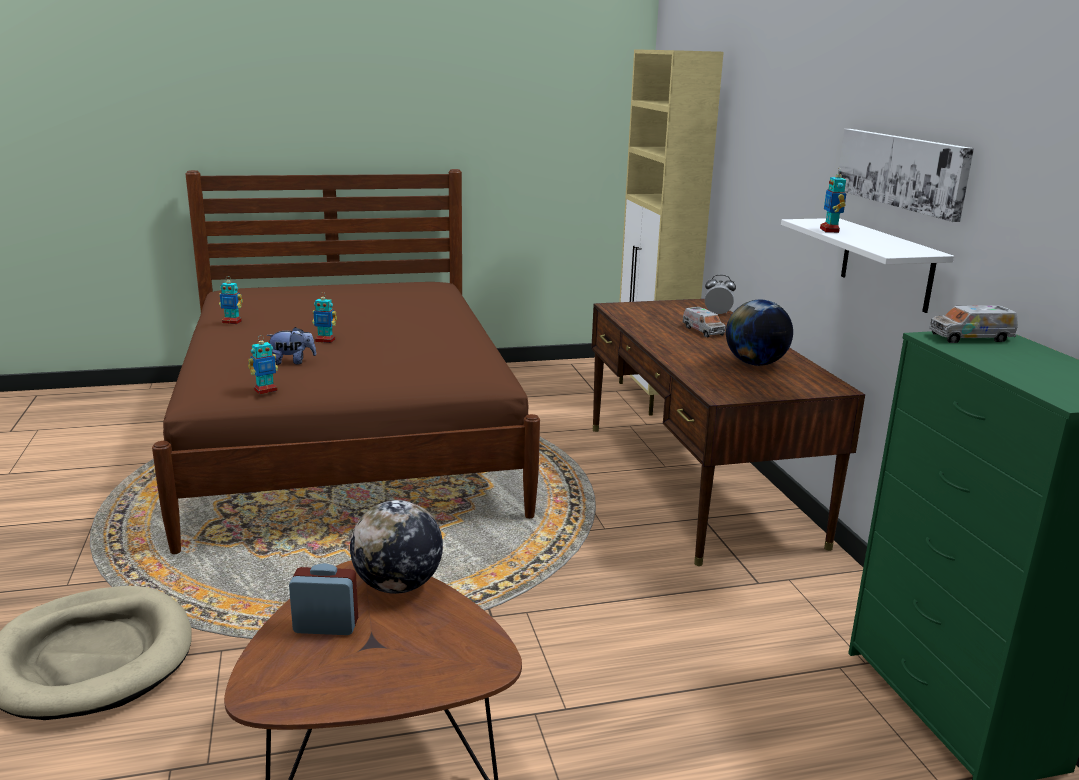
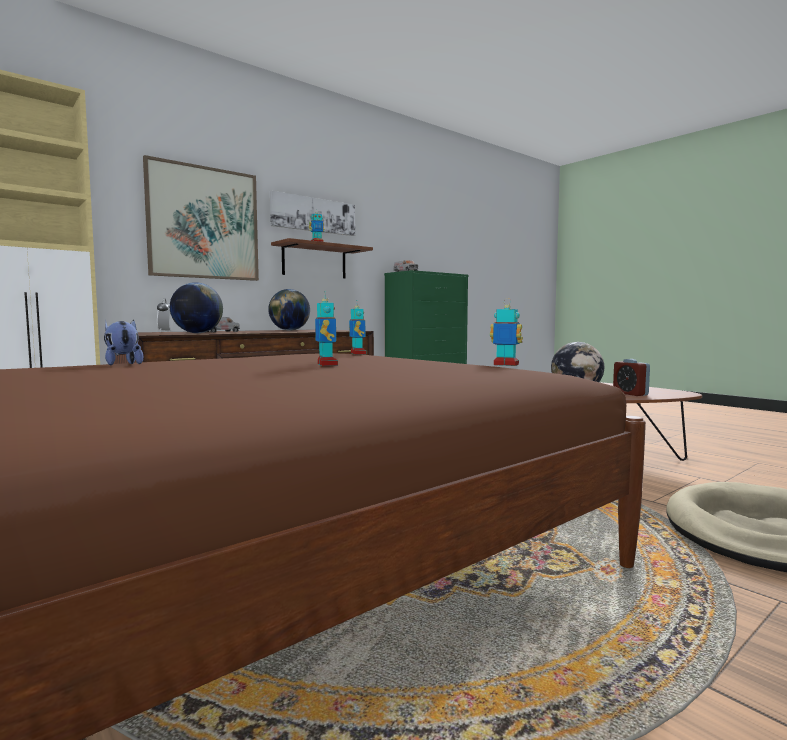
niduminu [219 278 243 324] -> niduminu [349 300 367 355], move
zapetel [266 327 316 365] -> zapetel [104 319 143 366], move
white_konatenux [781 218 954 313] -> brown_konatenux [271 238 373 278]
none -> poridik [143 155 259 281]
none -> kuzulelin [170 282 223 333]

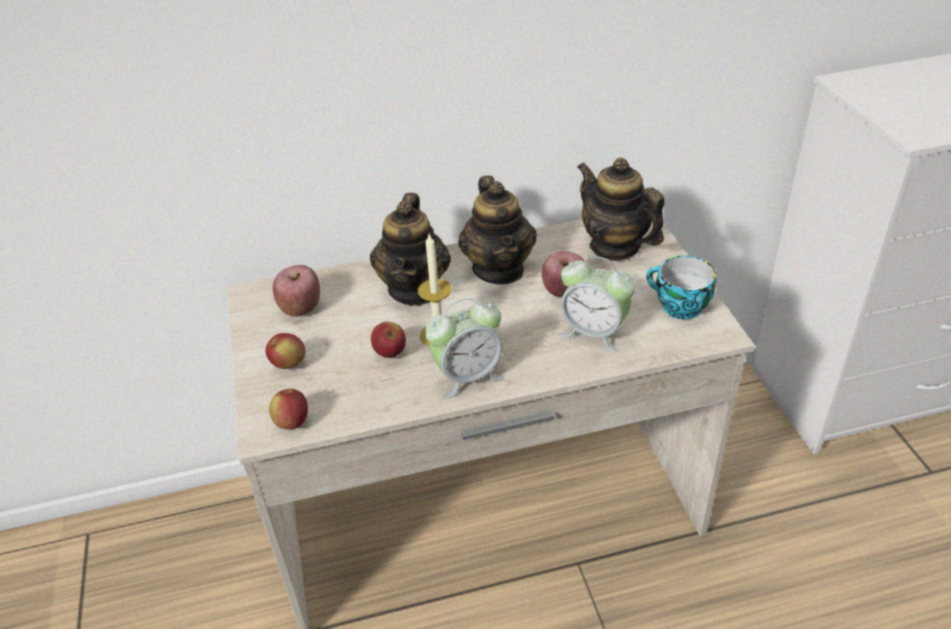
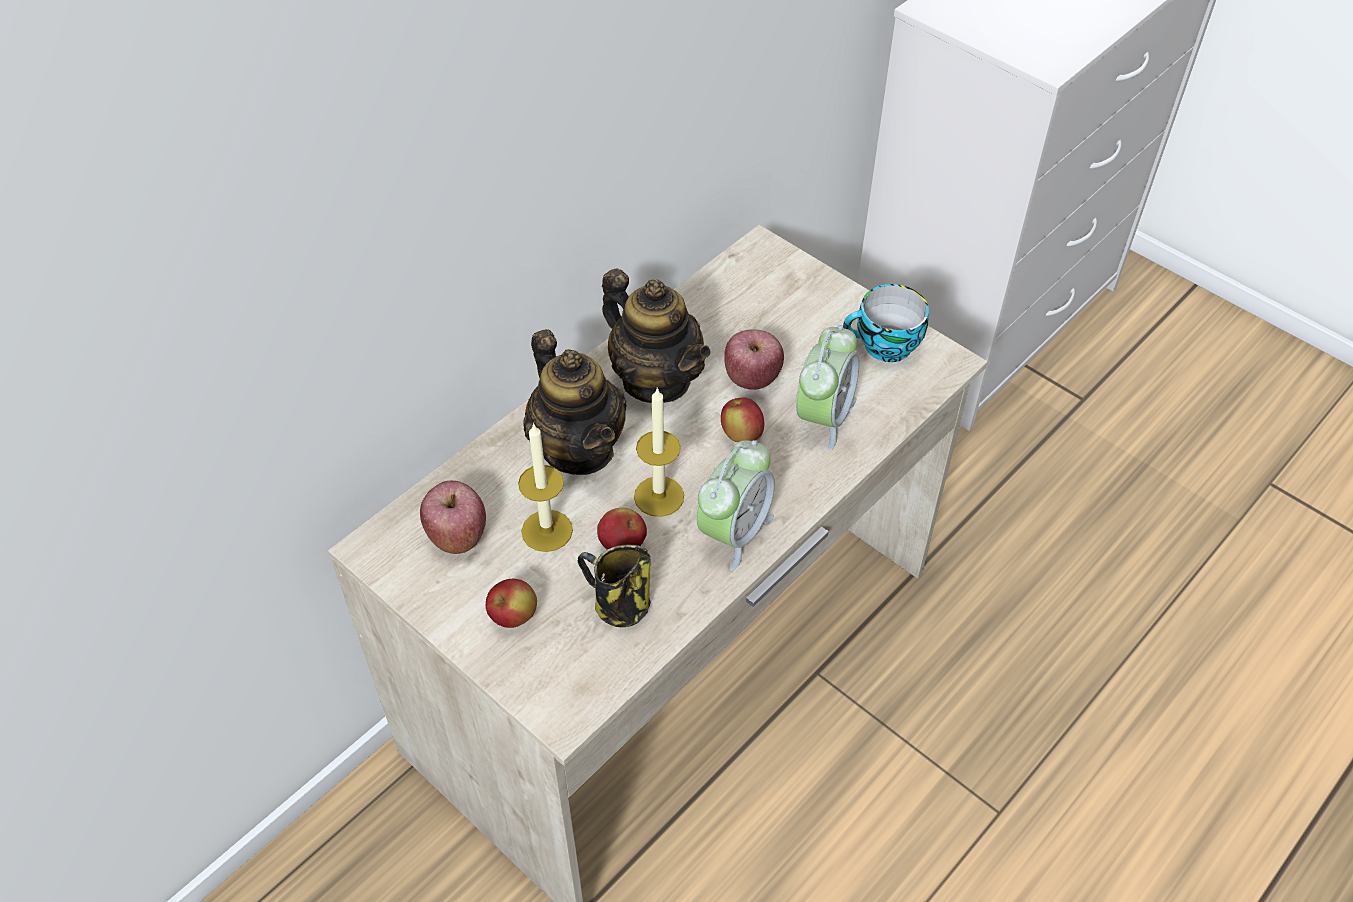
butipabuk [269 389 308 429] -> butipabuk [721 398 764 442], move
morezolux [559 256 636 352] -> morezolux [796 325 859 450], 60 degrees counterclockwise
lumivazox [577 158 664 261] -> none
none -> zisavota [518 423 573 552]
none -> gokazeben [578 545 651 628]

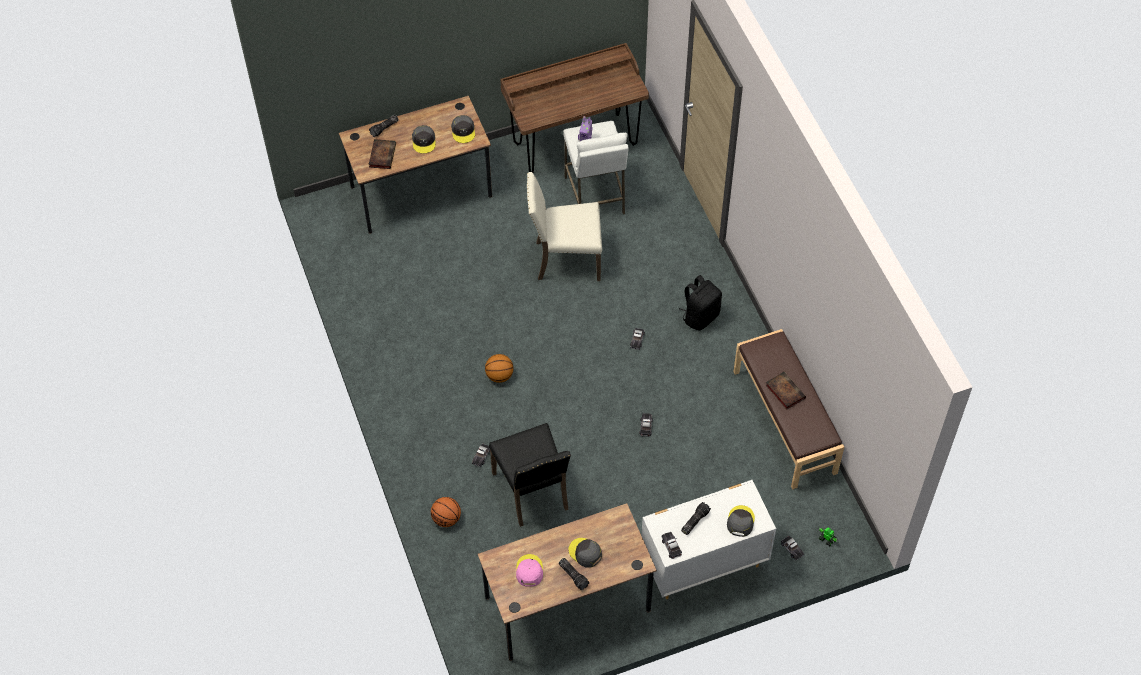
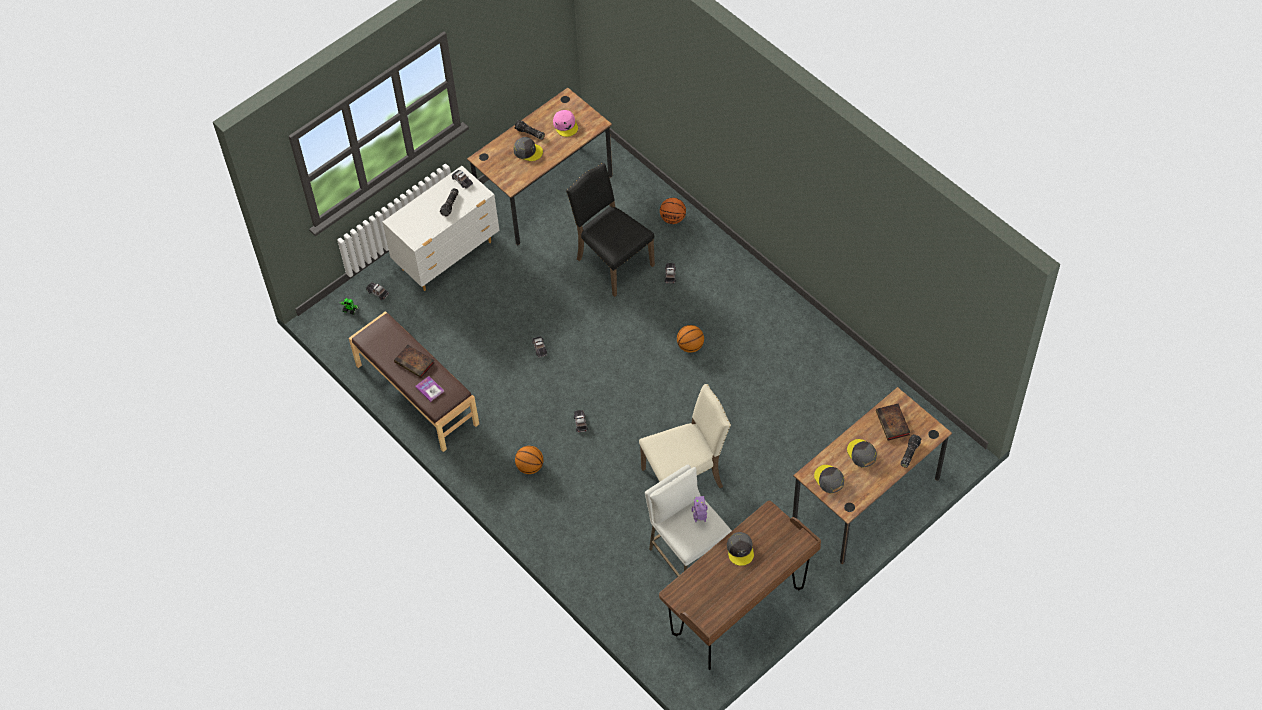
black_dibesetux [679 275 722 330] -> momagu [515 446 544 474]
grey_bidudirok [727 505 755 537] -> grey_bidudirok [727 532 754 566], move
none -> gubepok [415 376 444 402]

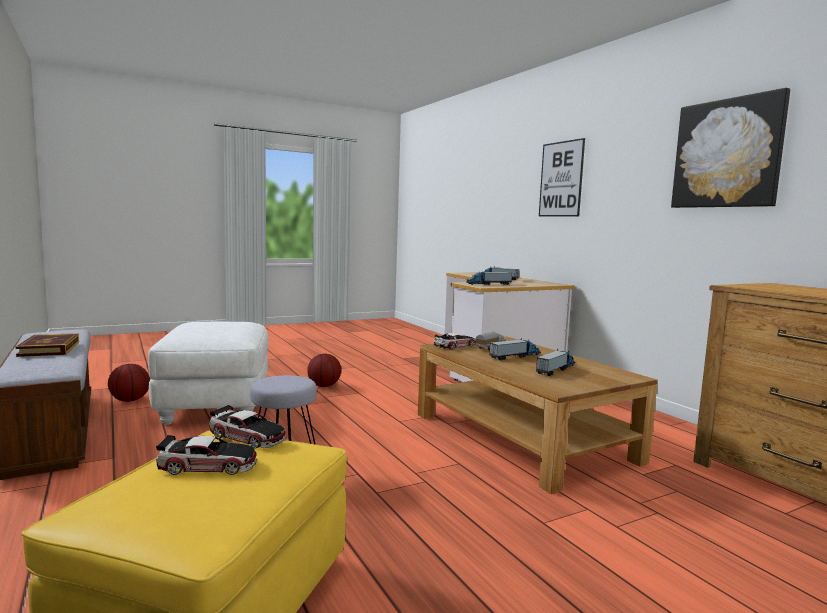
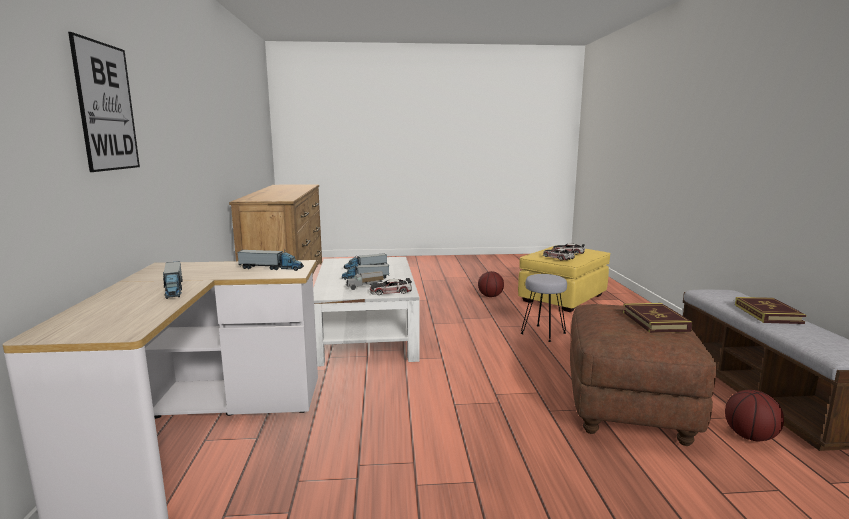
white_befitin [148 321 268 425] -> brown_befitin [570 304 717 446]
momagu [307 354 341 387] -> momagu [478 271 504 297], move
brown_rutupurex [418 337 658 494] -> white_rutupurex [313 257 420 367]
poridik [671 88 790 208] -> none
none -> gubepok [623 303 693 333]

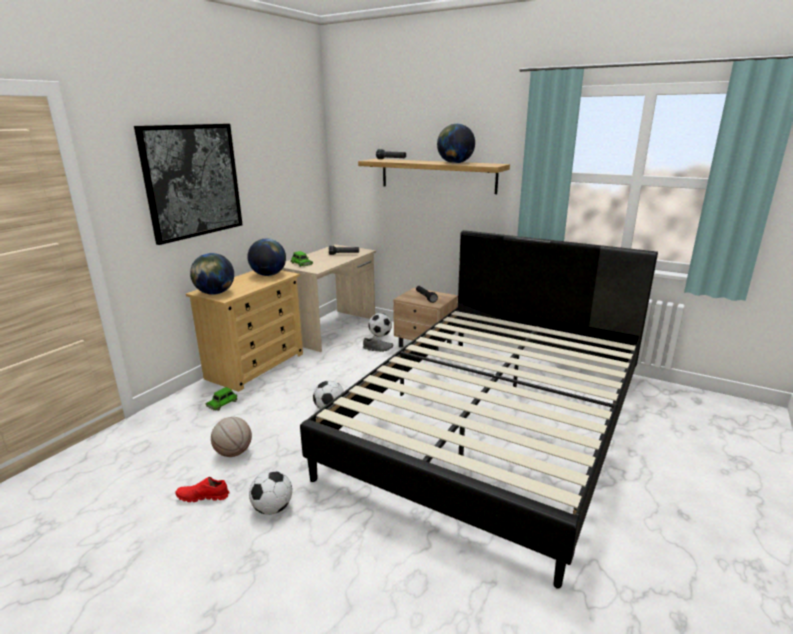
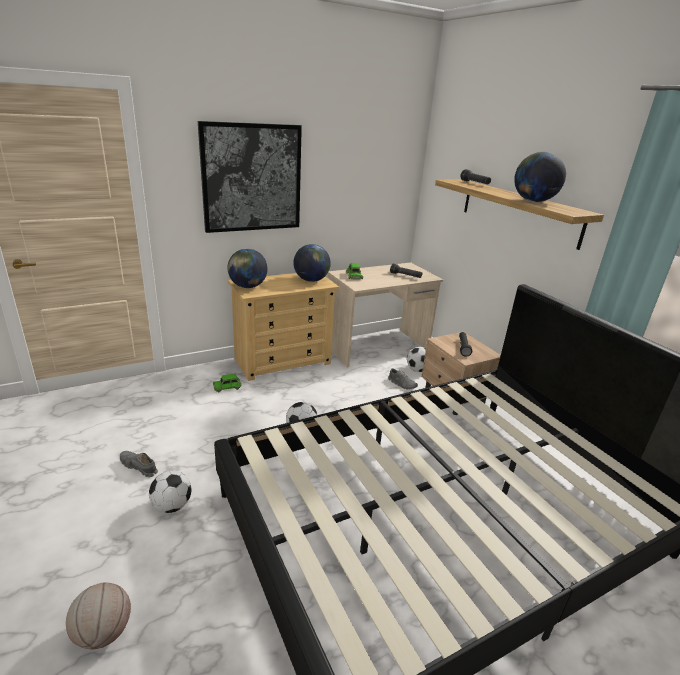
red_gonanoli [175 477 229 502] -> grey_gonanoli [120 451 158 477]
momagu [211 417 252 457] -> momagu [66 582 131 649], move

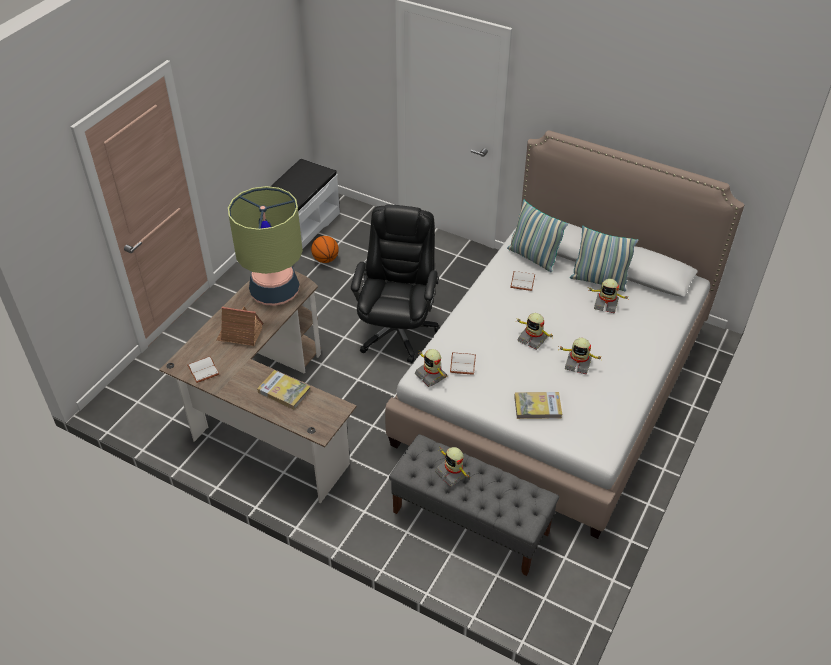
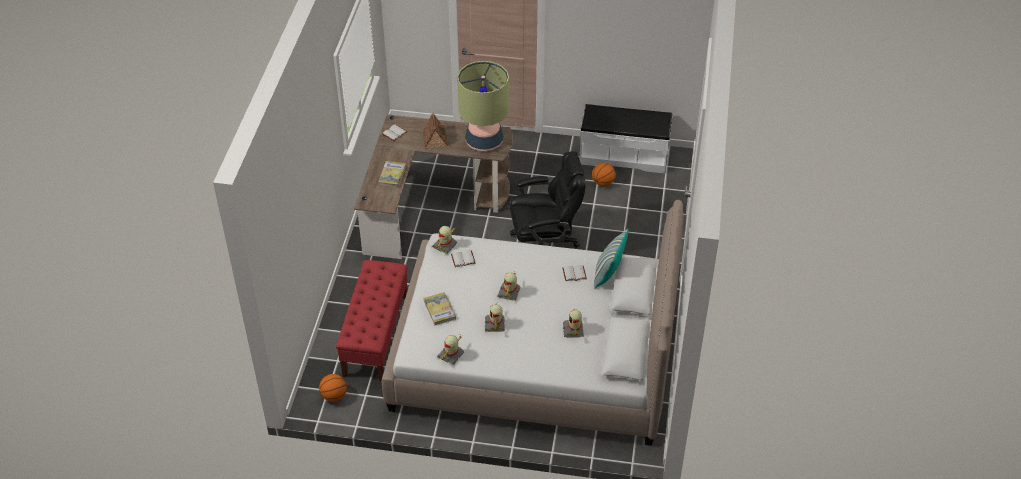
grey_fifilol [389 434 559 576] -> red_fifilol [336 260 408 382]
niduminu [435 447 471 487] -> niduminu [437 335 464 365], move
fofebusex [570 226 639 291] -> none
none -> momagu [319 374 347 402]

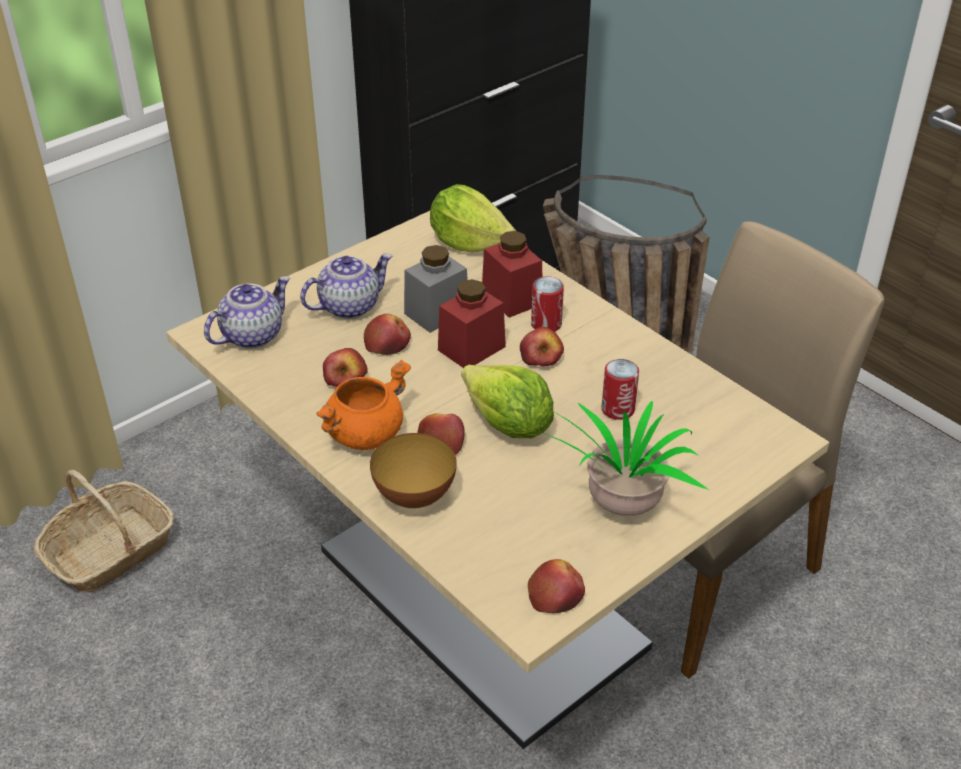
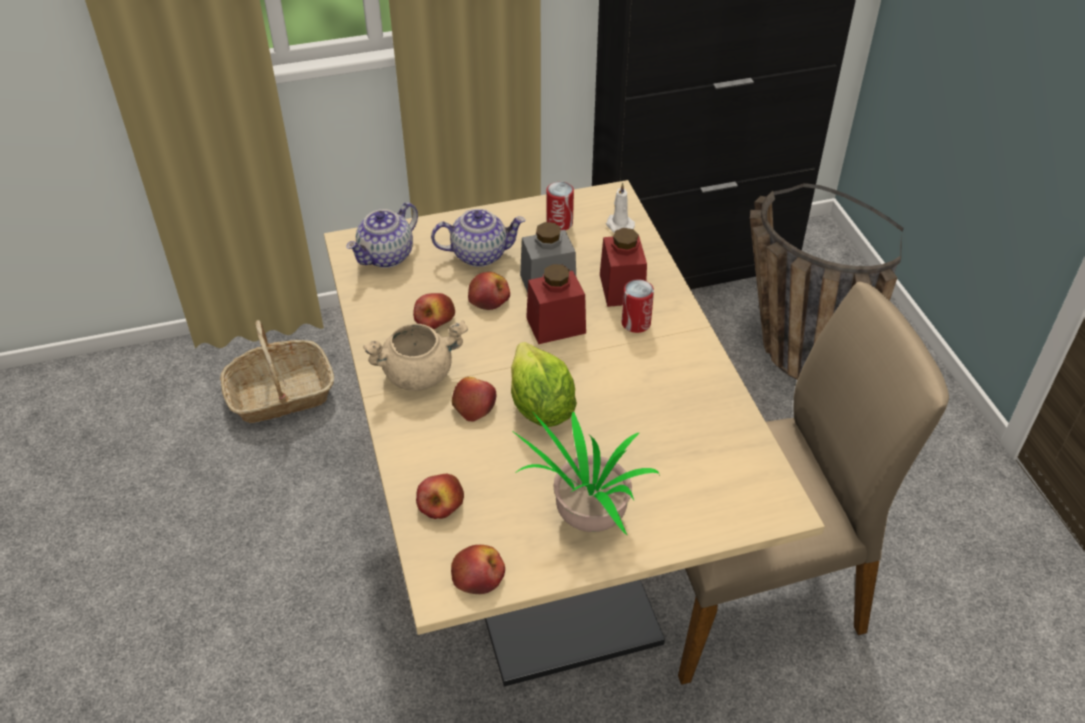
lumivazox [204 276 290 349] -> lumivazox [346 202 418 268], 150 degrees clockwise
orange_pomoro [316 360 411 450] -> beige_pomoro [363 320 468 391]
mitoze [370 433 457 508] -> none
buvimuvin [430 184 516 252] -> white_zisavota [606 183 635 233]
butipabuk [520 327 564 367] -> butipabuk [416 474 464 519], move
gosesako [602 359 639 420] -> gosesako [546 182 574 230], move

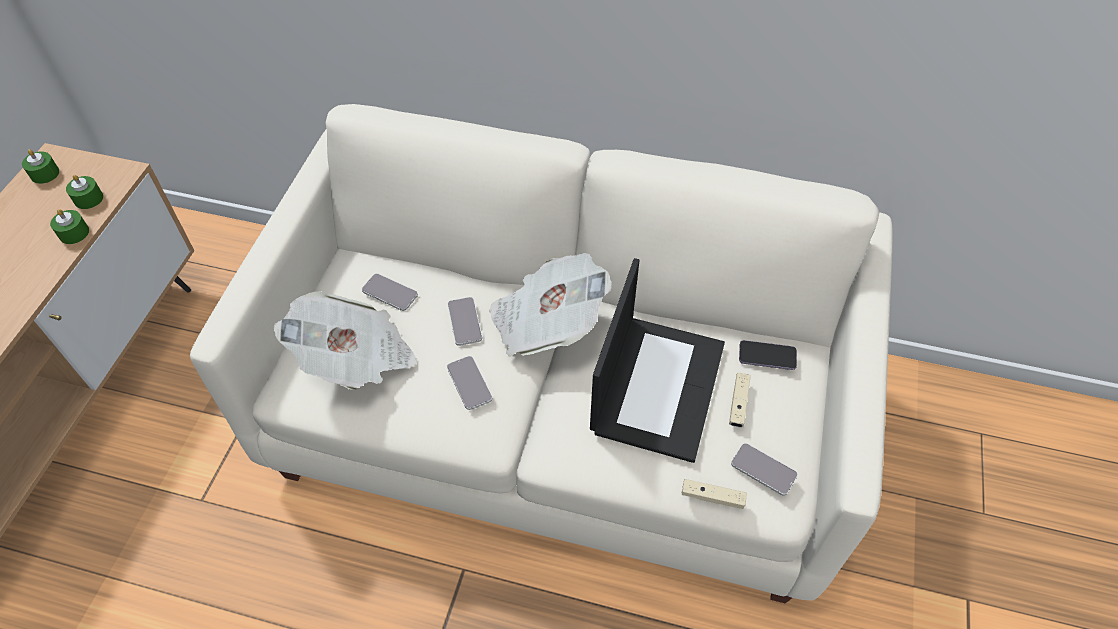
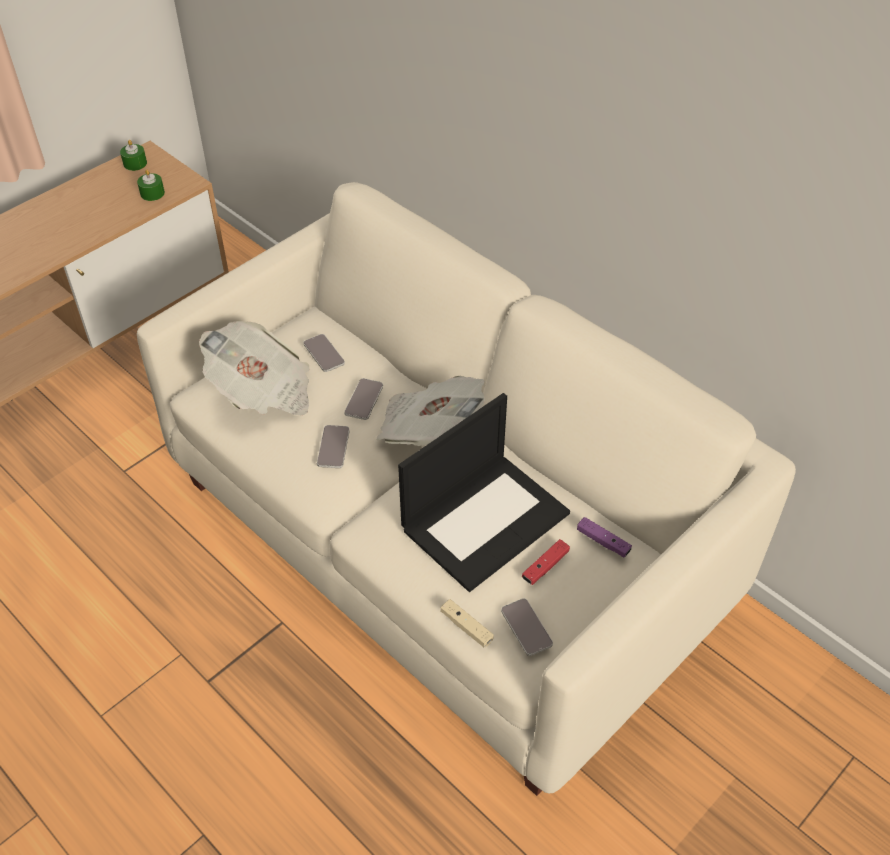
green_zisavota [50 209 89 244] -> none
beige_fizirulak [729 373 751 428] -> red_fizirulak [522 539 570 585]
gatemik [739 340 797 370] -> purple_fizirulak [577 517 632 558]

